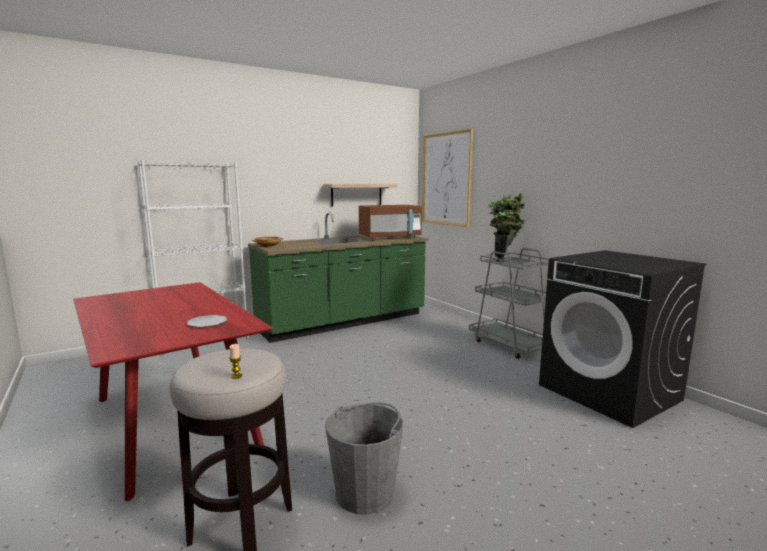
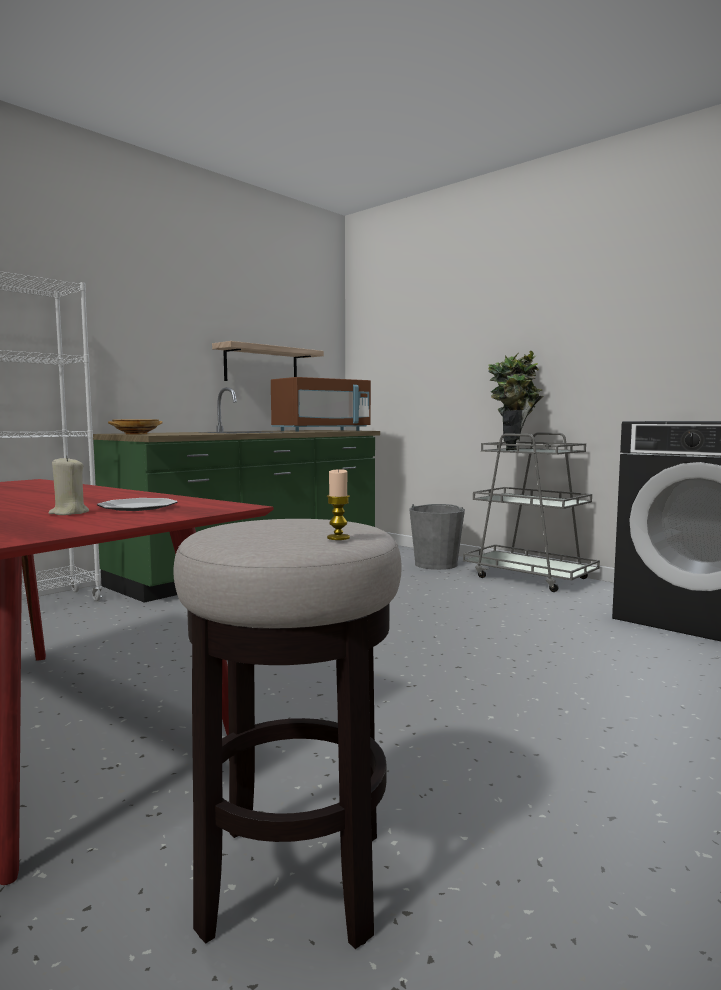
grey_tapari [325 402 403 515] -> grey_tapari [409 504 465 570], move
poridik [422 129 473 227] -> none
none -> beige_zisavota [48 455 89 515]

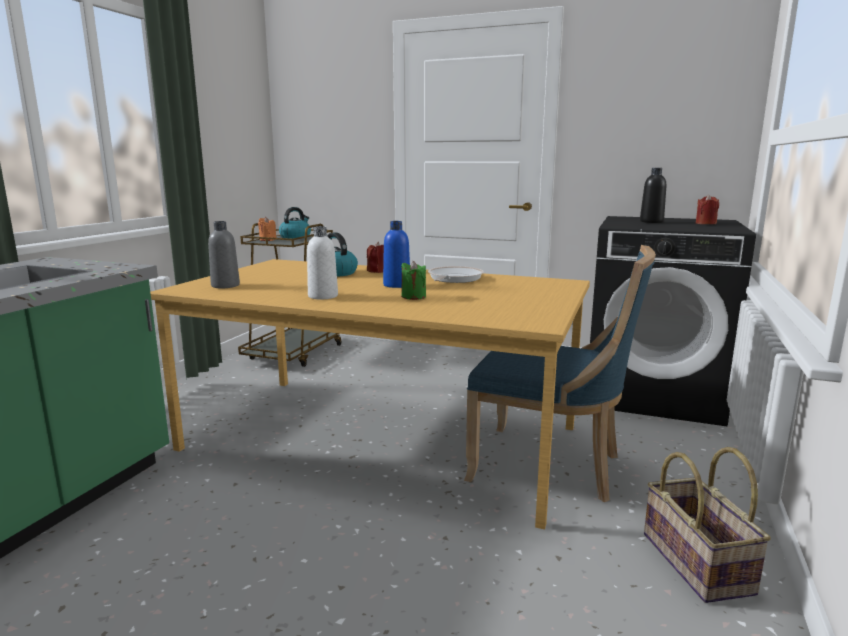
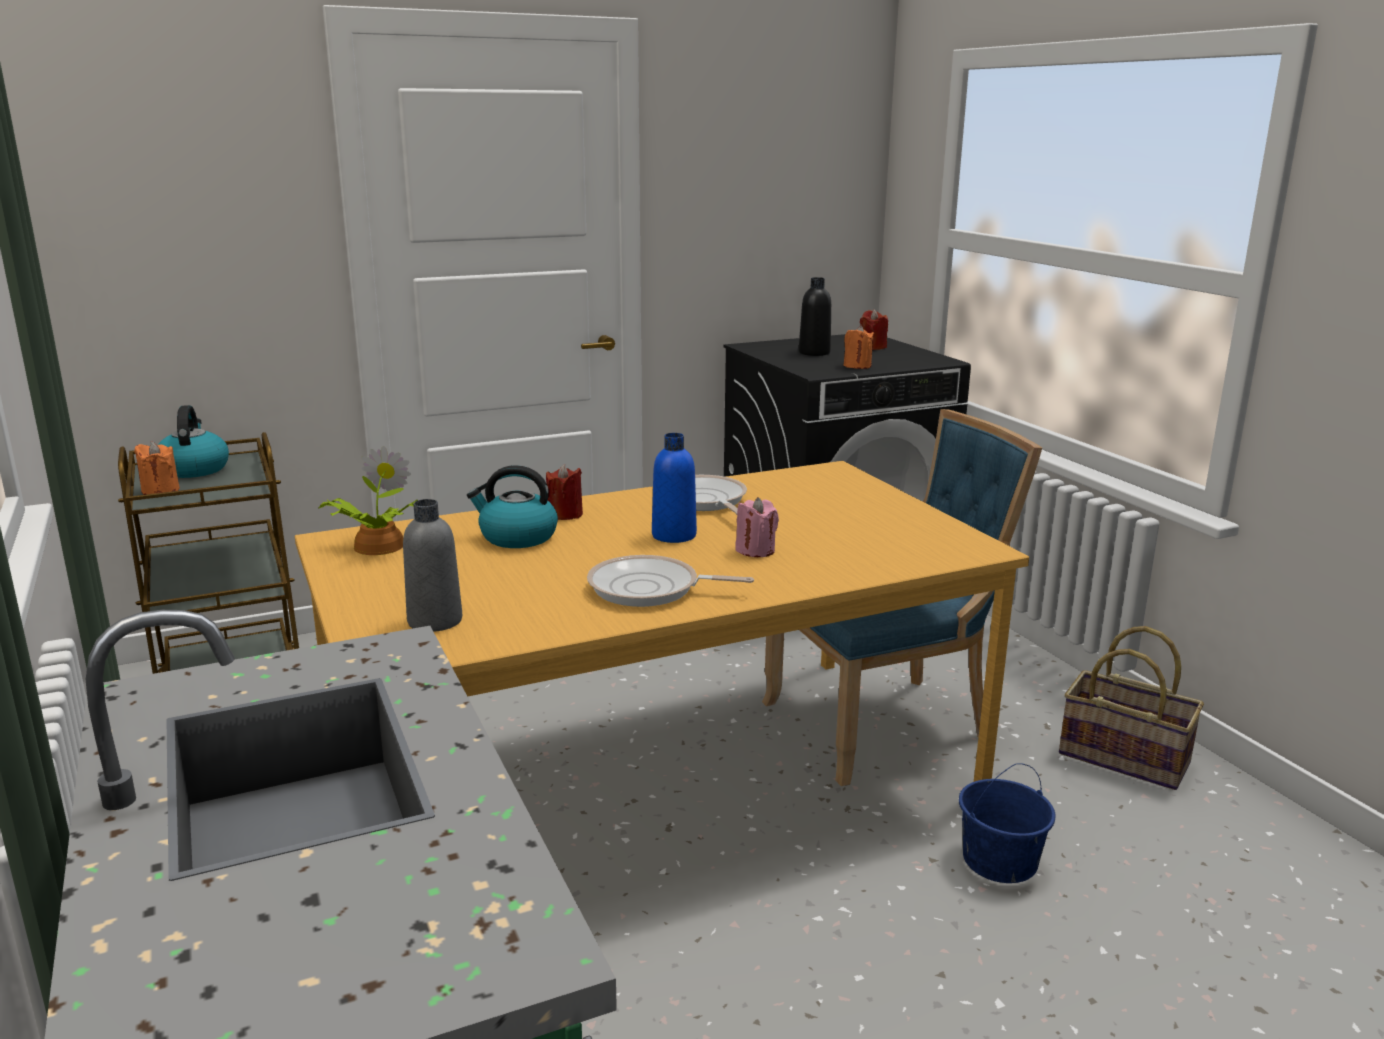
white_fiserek [307 226 338 299] -> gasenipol [587 555 754 607]
green_zisavota [401 261 426 300] -> pink_zisavota [735 497 779 557]
none -> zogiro [317 446 418 555]
none -> orange_zisavota [843 325 874 369]
none -> blue_tapari [959 763 1056 883]

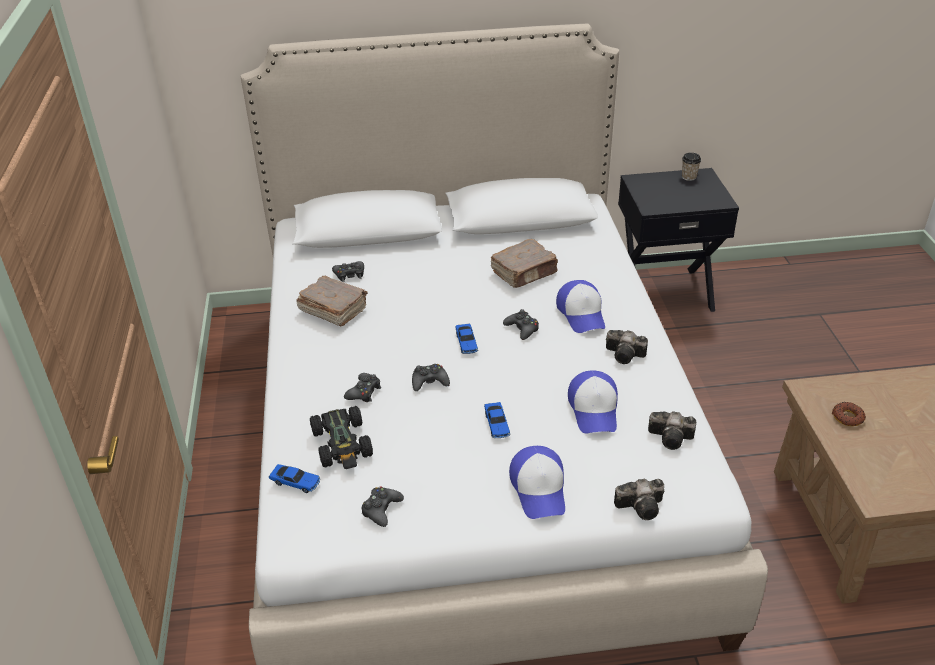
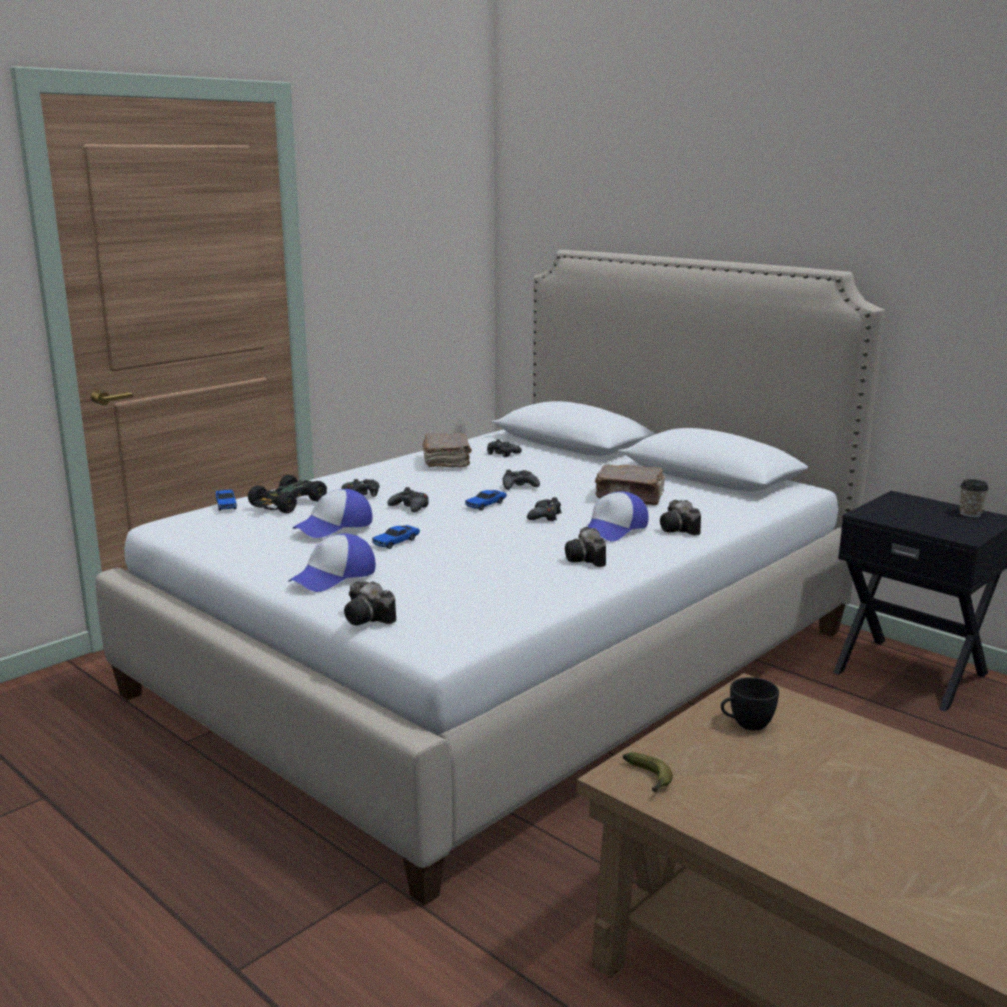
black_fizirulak [362 487 404 527] -> black_fizirulak [503 470 540 490], move
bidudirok [568 370 618 434] -> bidudirok [293 489 372 538], move
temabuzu [648 411 696 450] -> temabuzu [660 500 701 536], move
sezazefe [832 402 866 426] -> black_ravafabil [721 677 779 730]
none -> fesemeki [623 752 673 793]

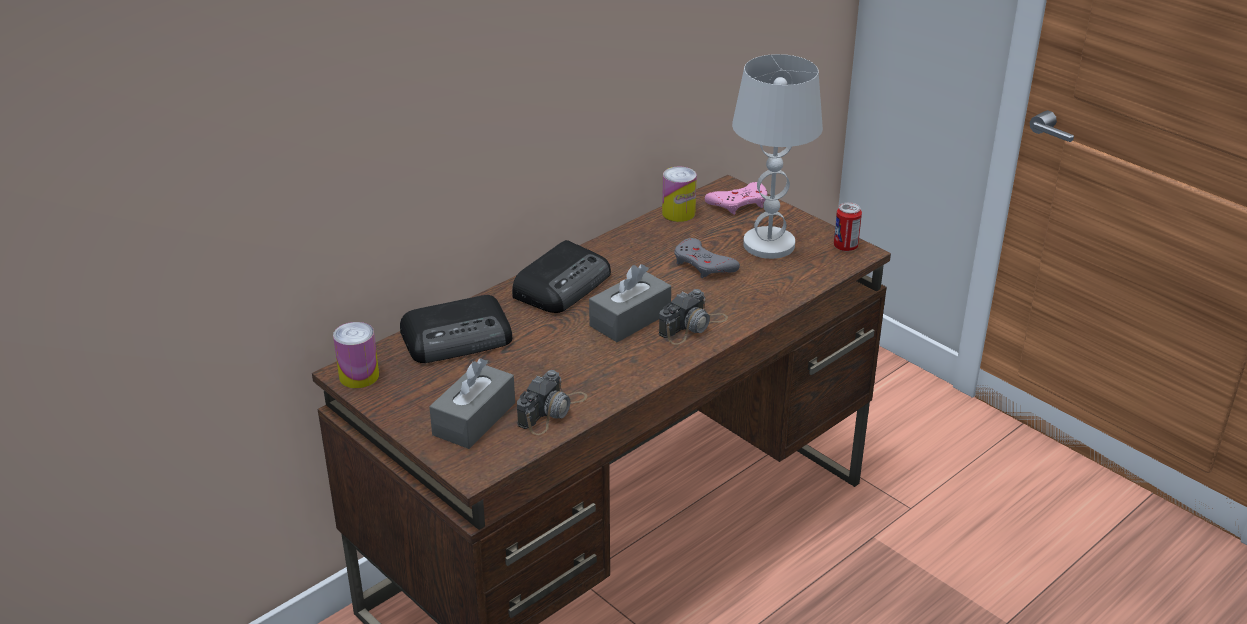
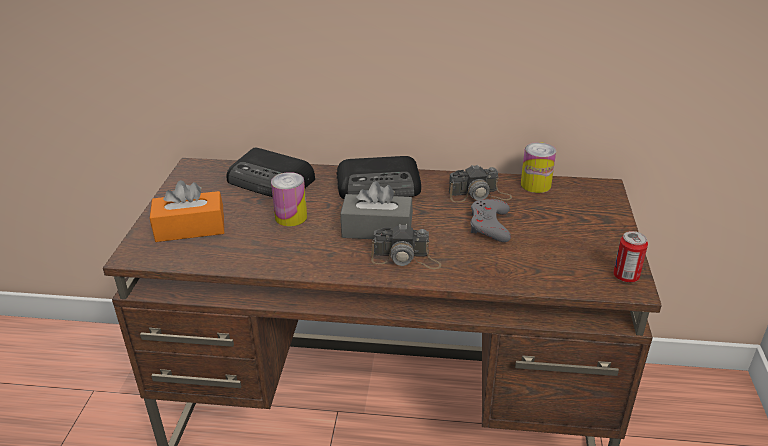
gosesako [333 322 379 388] -> gosesako [271 172 307 227], move
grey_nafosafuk [429 358 515 449] -> orange_nafosafuk [150 180 224 242]
temabuzu [517 370 587 435] -> temabuzu [449 164 512 202], move
pink_fizirulak [705 182 768 215] -> none
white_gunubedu [732 54 823 259] -> none

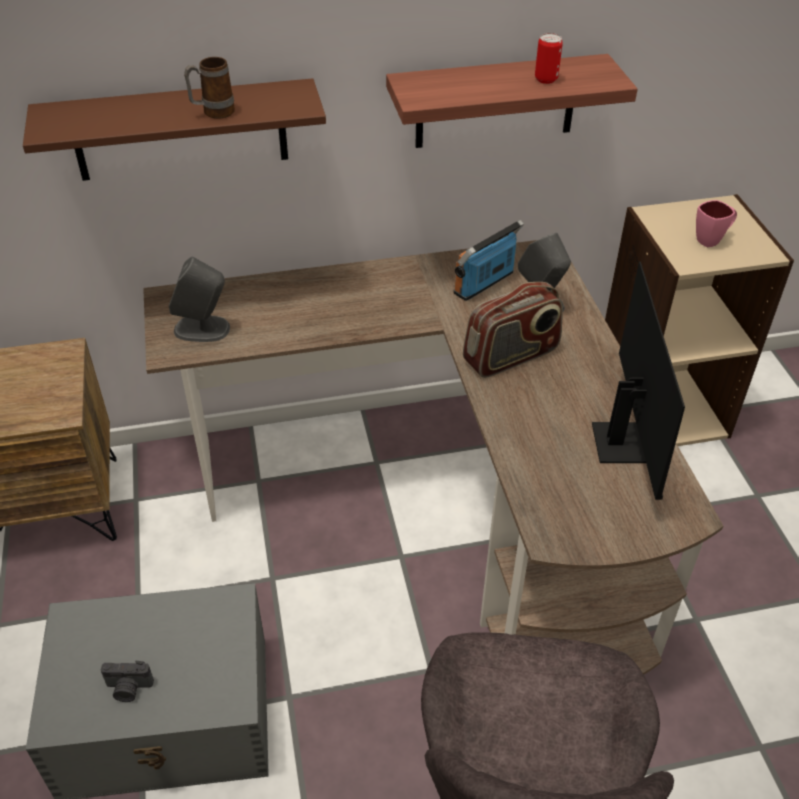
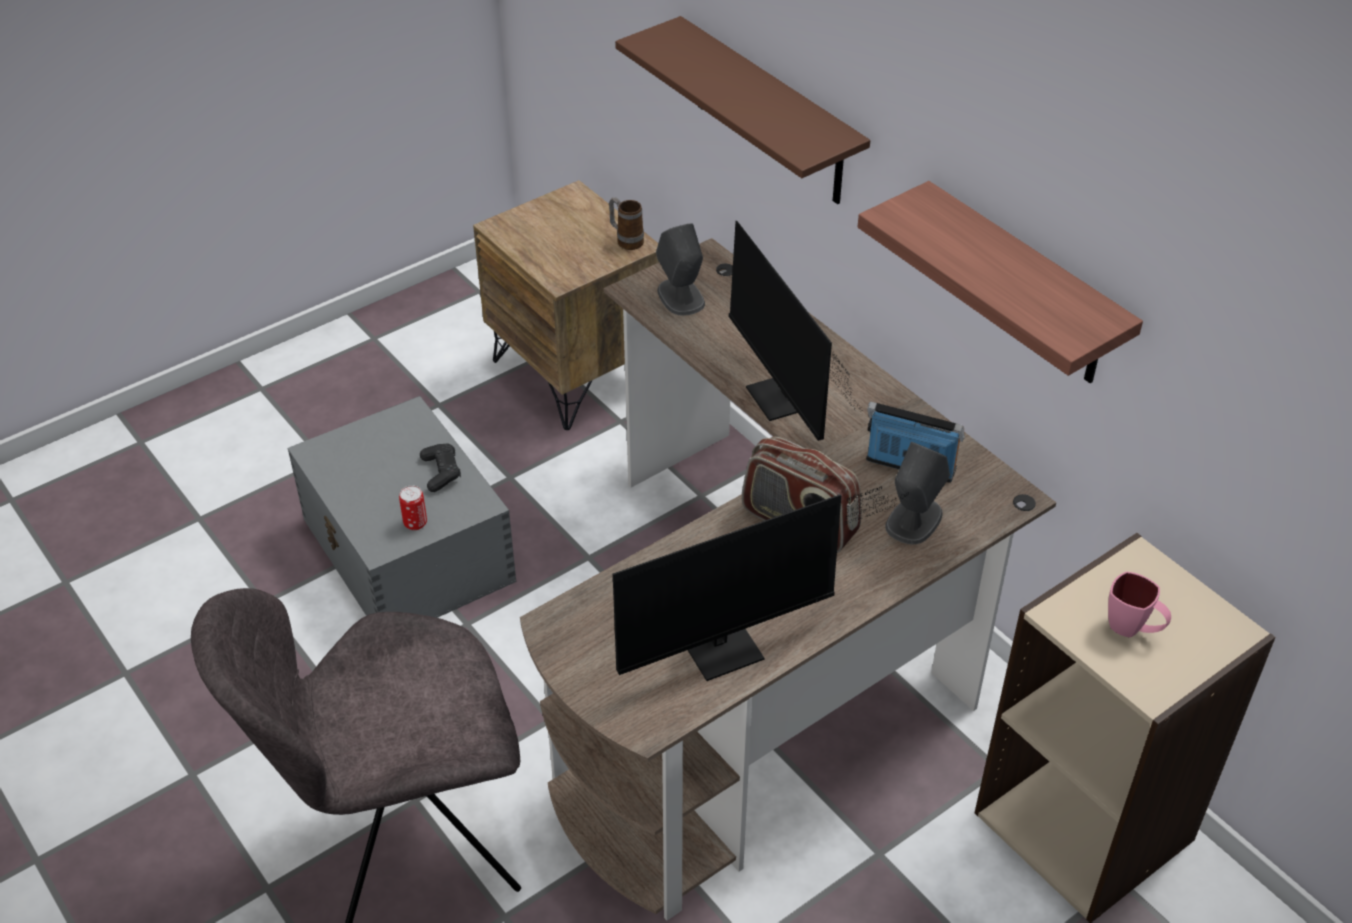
temabuzu [101 661 154 702] -> none
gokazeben [184 57 235 119] -> gokazeben [609 197 644 250], move
gosesako [535 33 563 84] -> gosesako [399 485 427 530], move
none -> black_fizirulak [420 444 461 492]
none -> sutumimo [729 221 861 441]

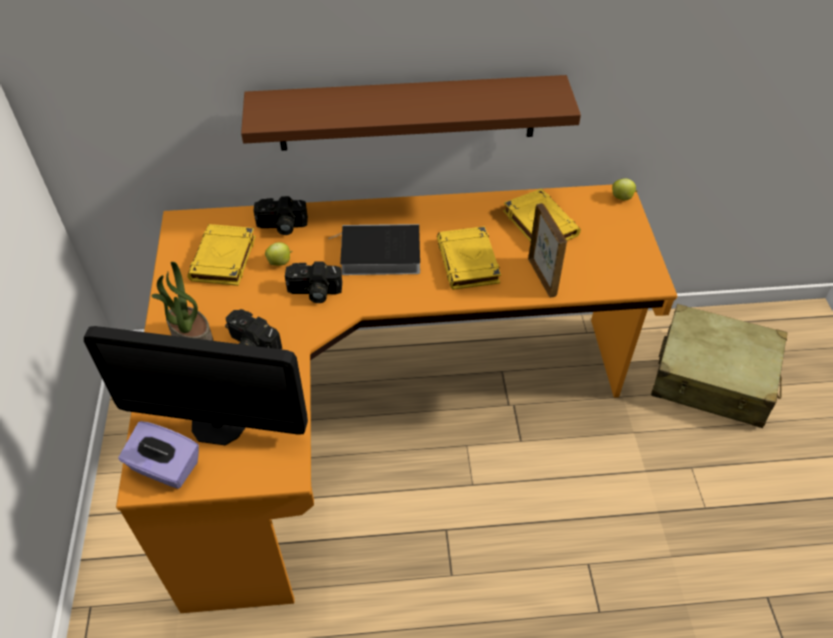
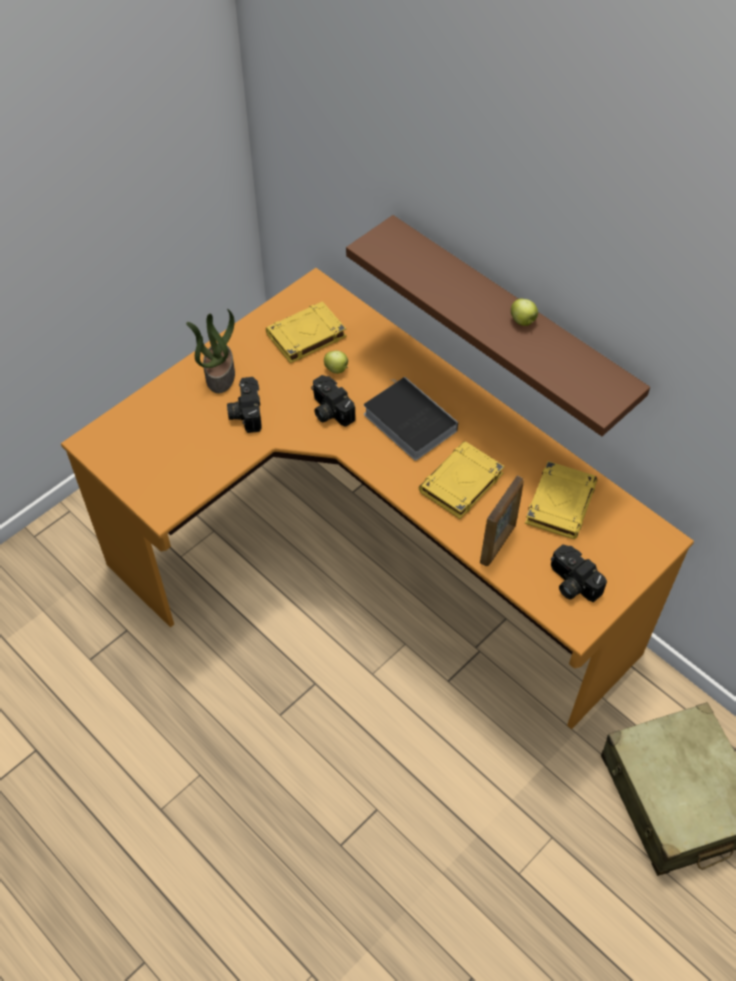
sutumimo [84 326 308 445] -> none
purple_nafosafuk [118 421 199 489] -> none
temabuzu [253 196 308 235] -> temabuzu [551 544 607 602], move
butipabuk [612 178 638 200] -> butipabuk [511 299 538 326], move

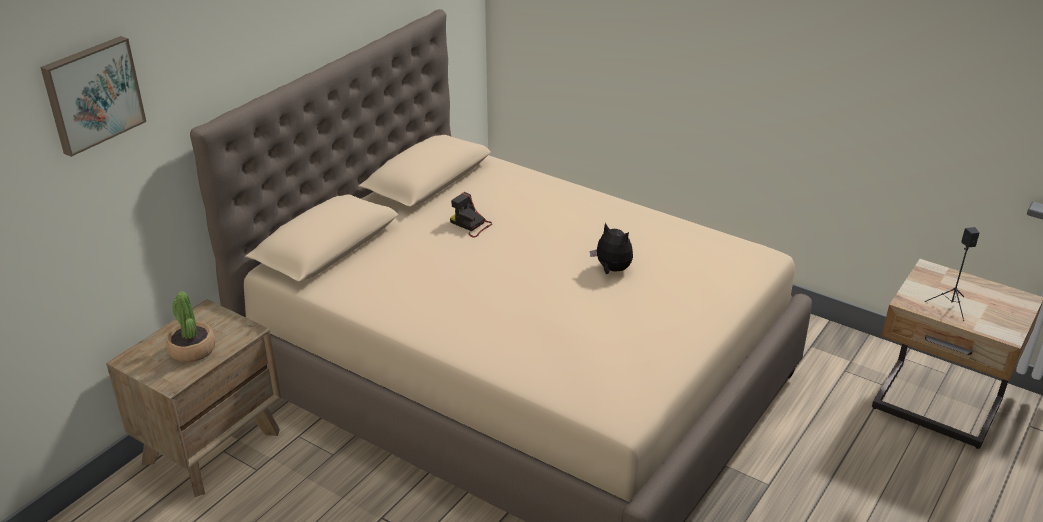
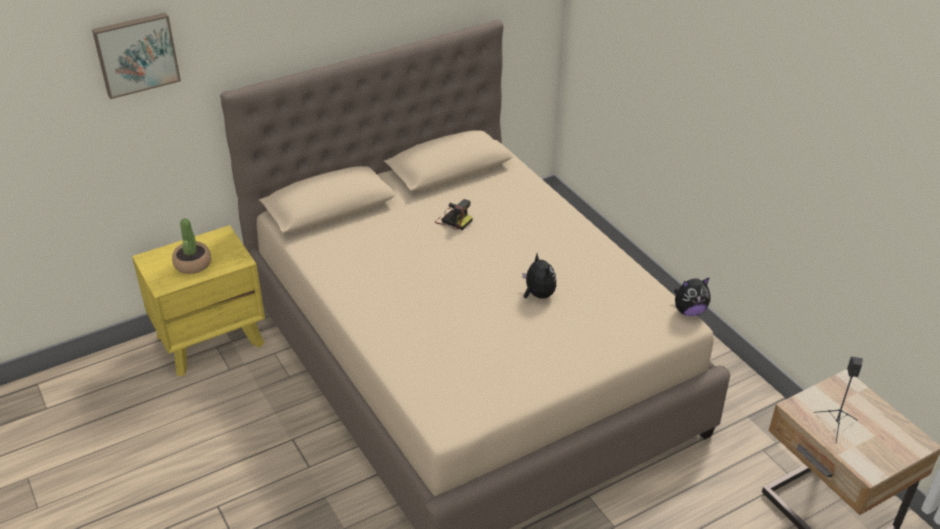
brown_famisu [106 299 281 497] -> yellow_famisu [132 225 265 376]
temabuzu [450 192 492 238] -> temabuzu [435 199 473 230], 150 degrees clockwise
none -> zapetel [674 277 710 316]

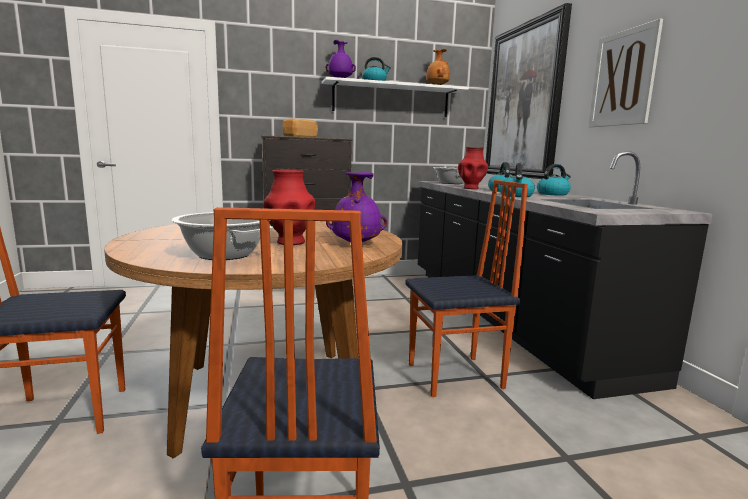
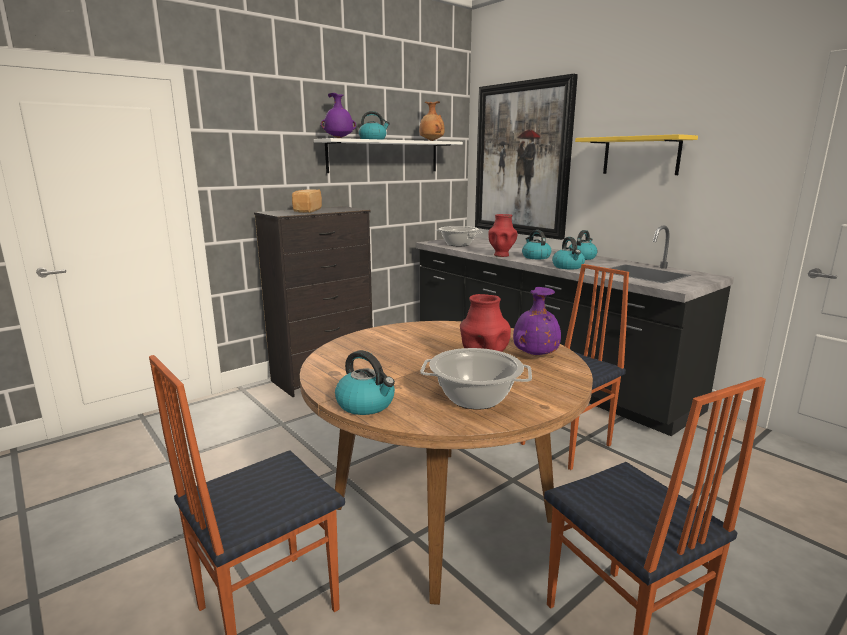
poridik [588 18 663 127] -> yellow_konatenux [575 134 698 175]
none -> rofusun [335 350 395 415]

